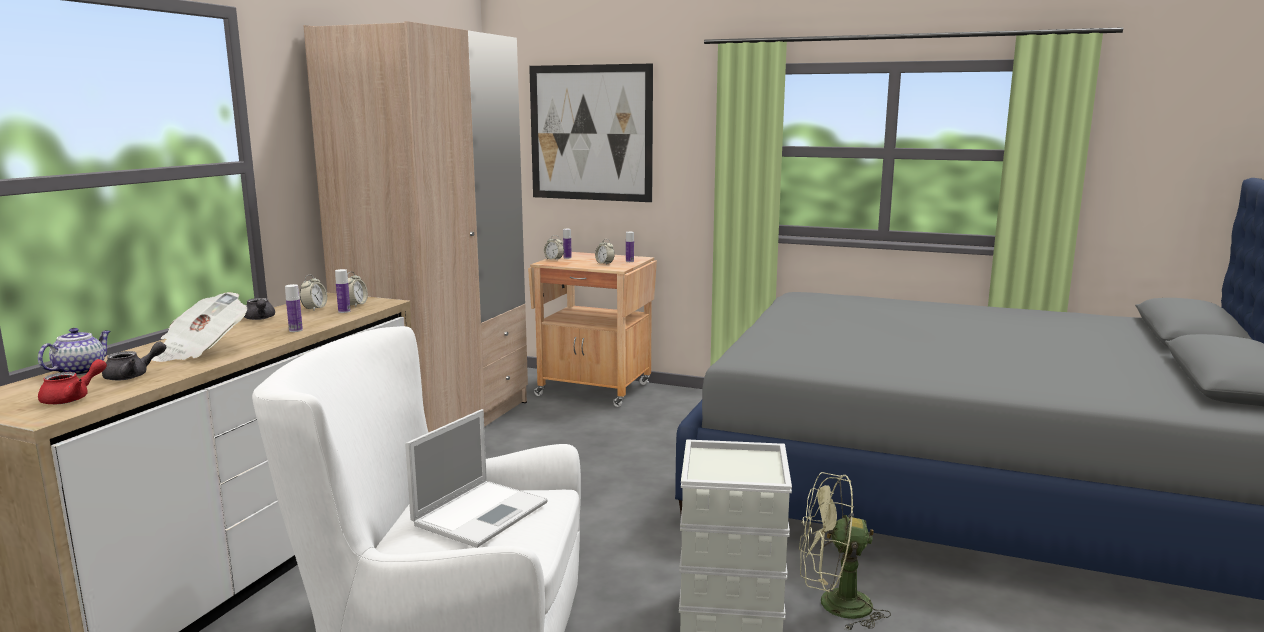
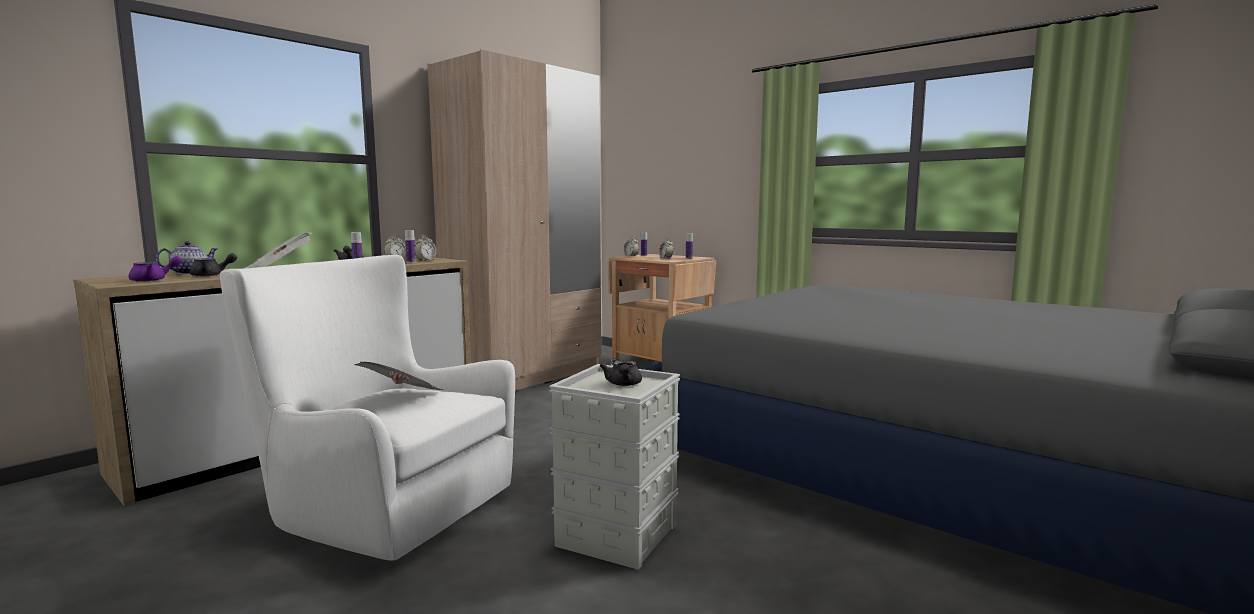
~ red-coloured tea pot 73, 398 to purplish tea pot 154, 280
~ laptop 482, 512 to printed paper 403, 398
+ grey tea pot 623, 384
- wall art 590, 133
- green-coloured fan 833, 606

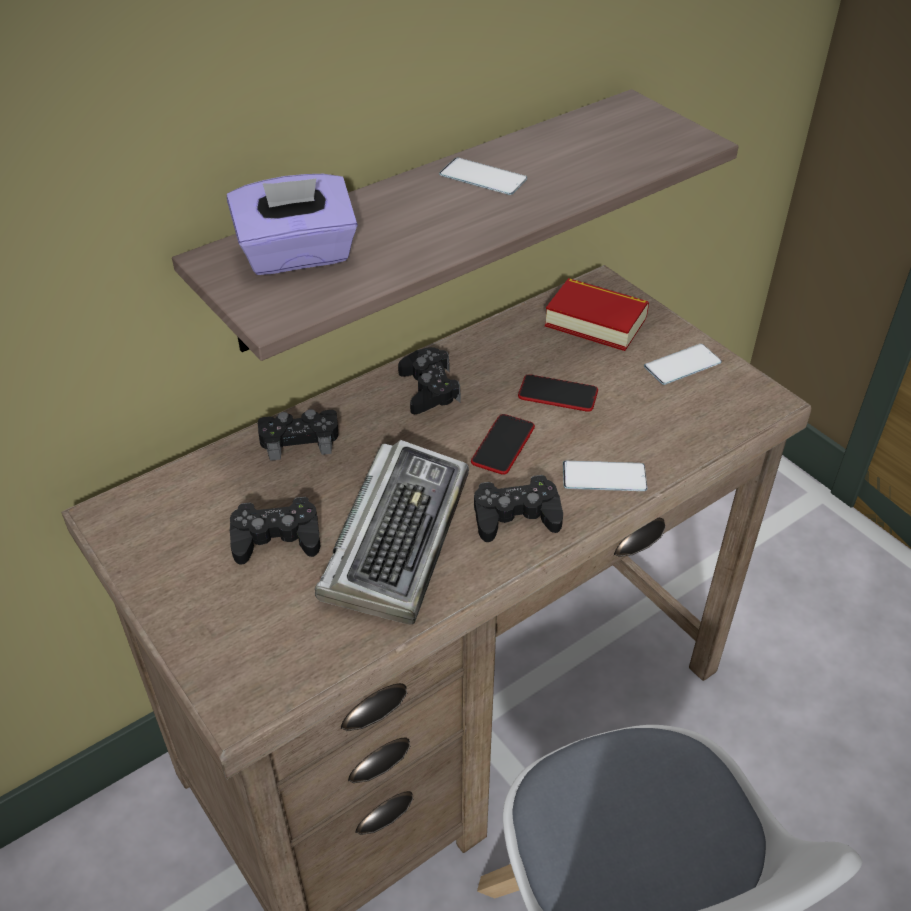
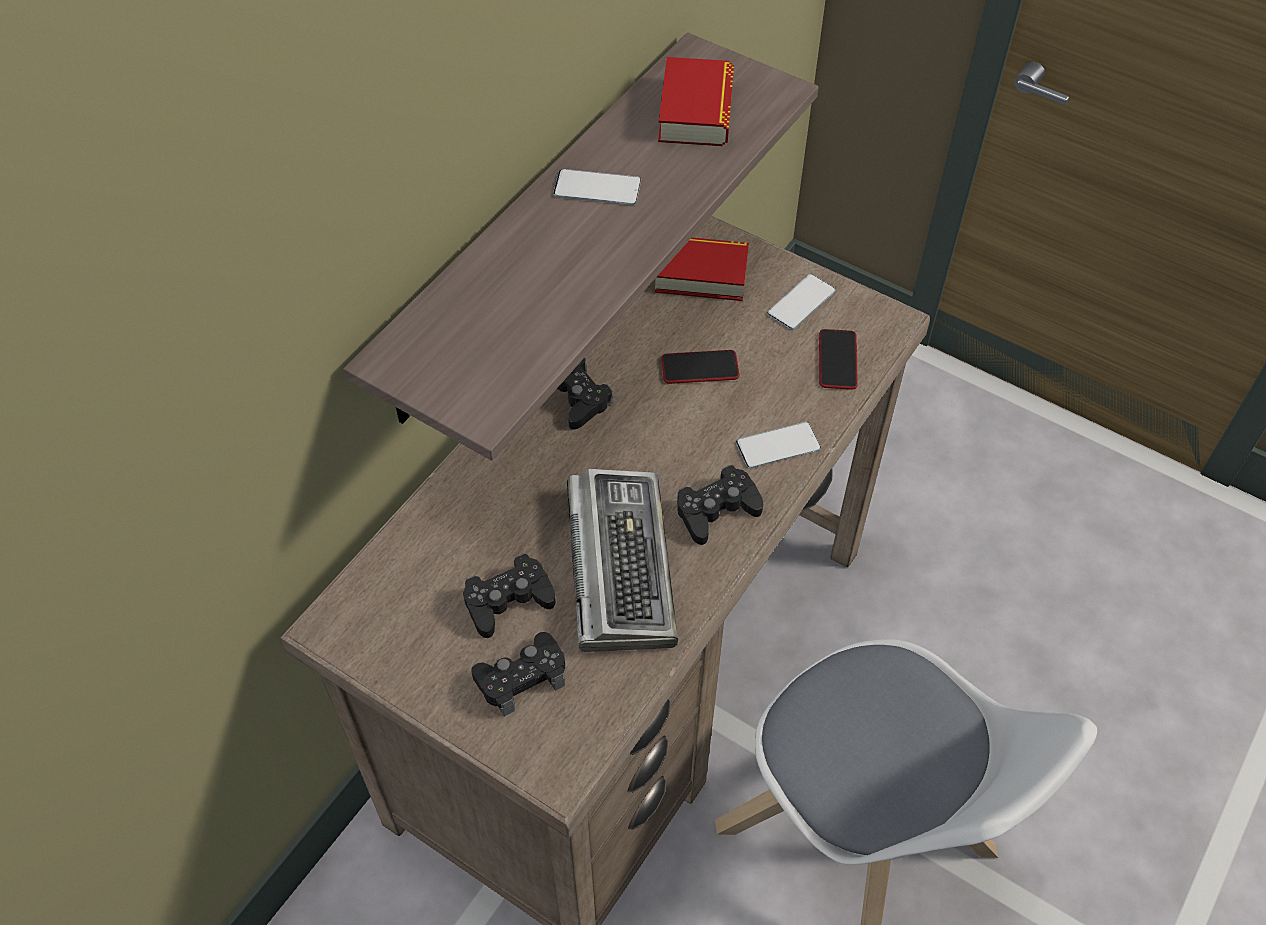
~ black joypad 300, 439 to 521, 677
+ volume 696, 111
~ phone 503, 445 to 837, 360
- purplish tissue box 297, 256

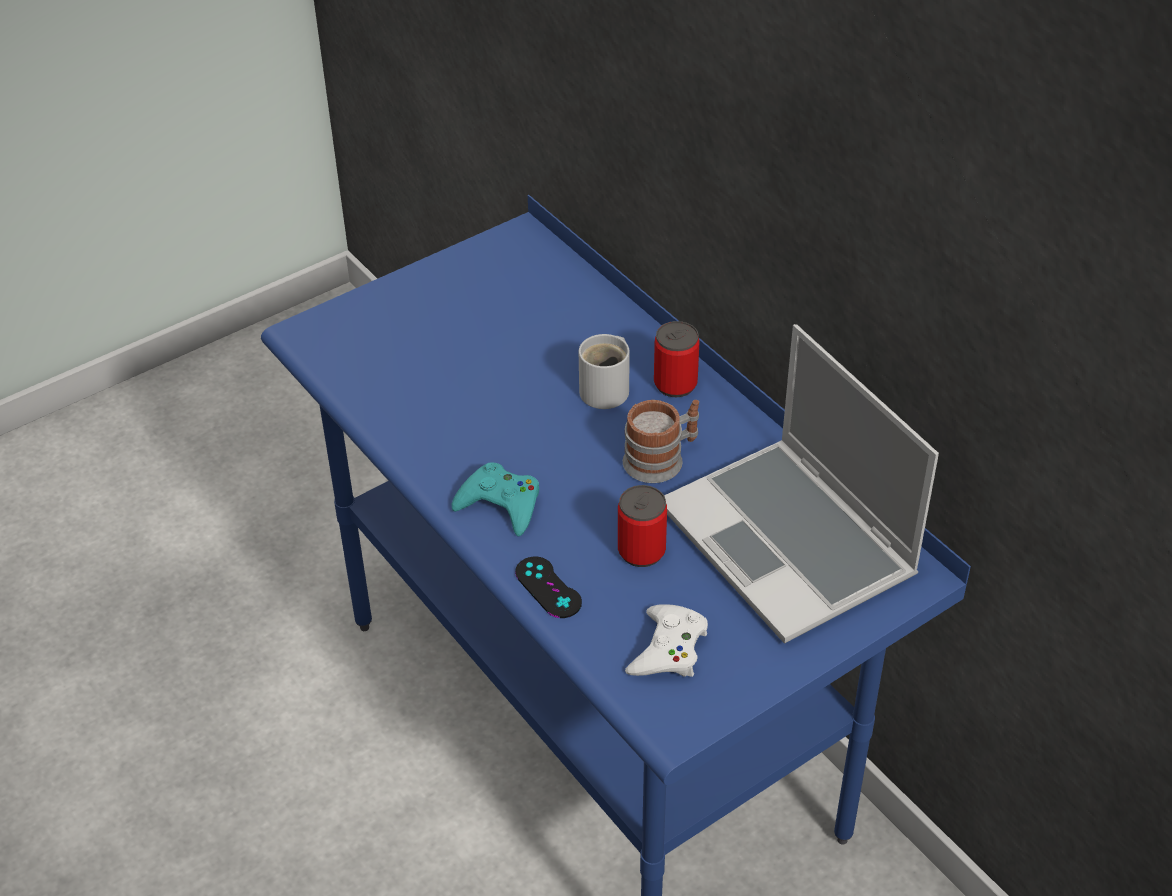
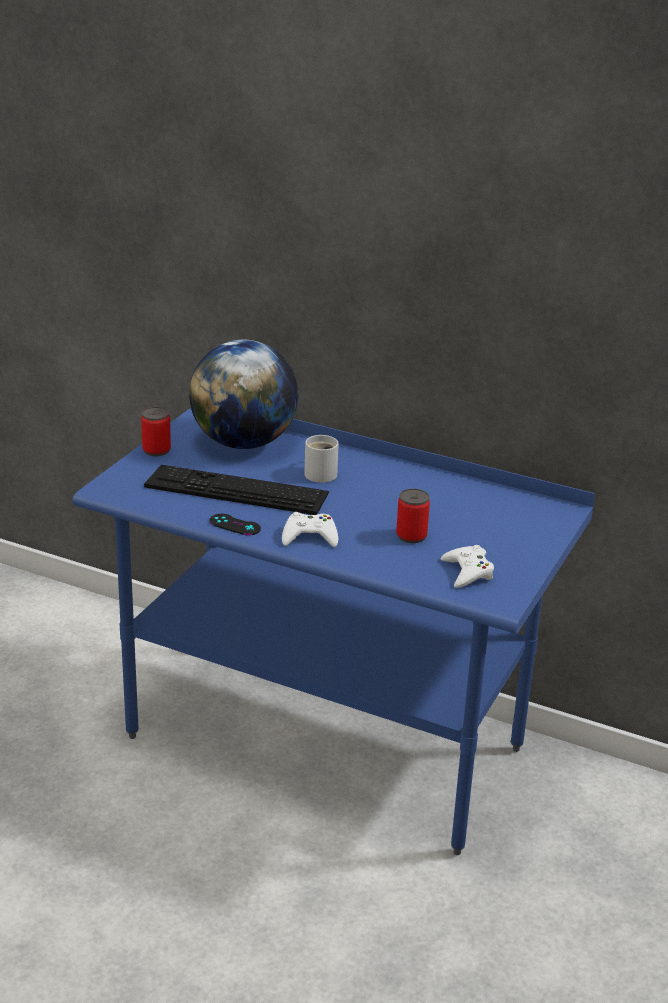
~ metal can 675, 384 to 156, 450
+ PC keyboard 236, 490
+ globe 244, 442
~ black joypad 548, 587 to 235, 525
~ blue-green joypad 501, 504 to white-coloured joypad 310, 536
- tea mug 661, 459
- laptop 790, 543

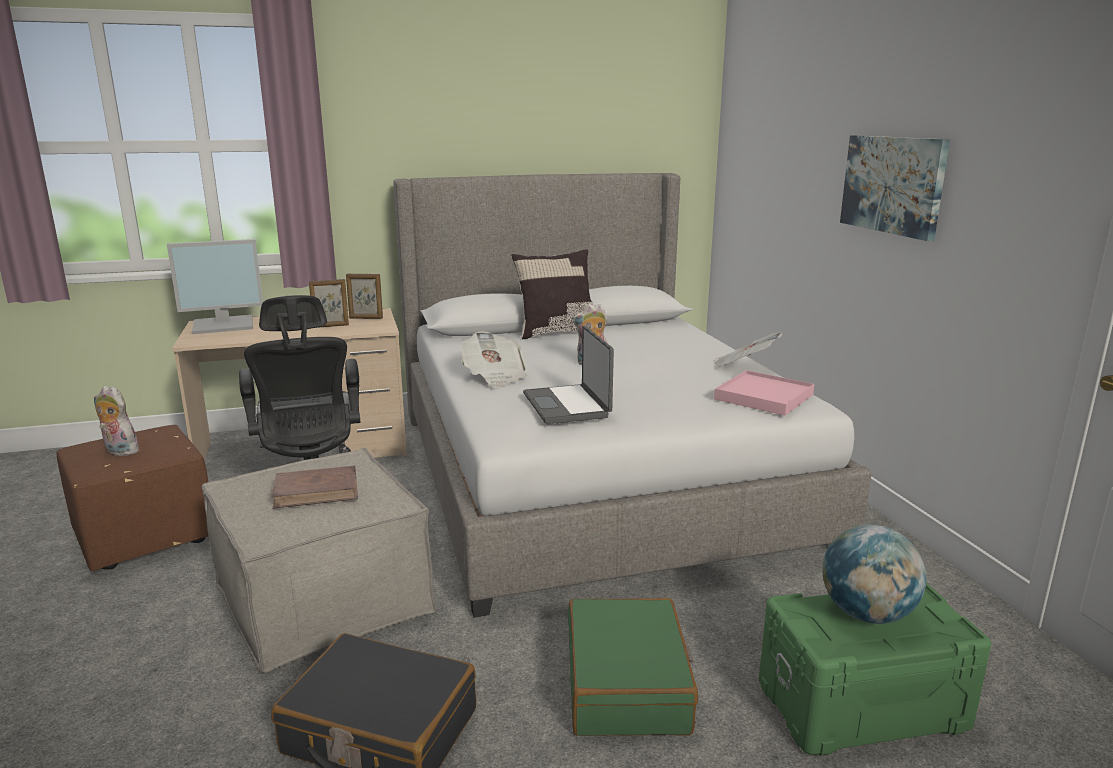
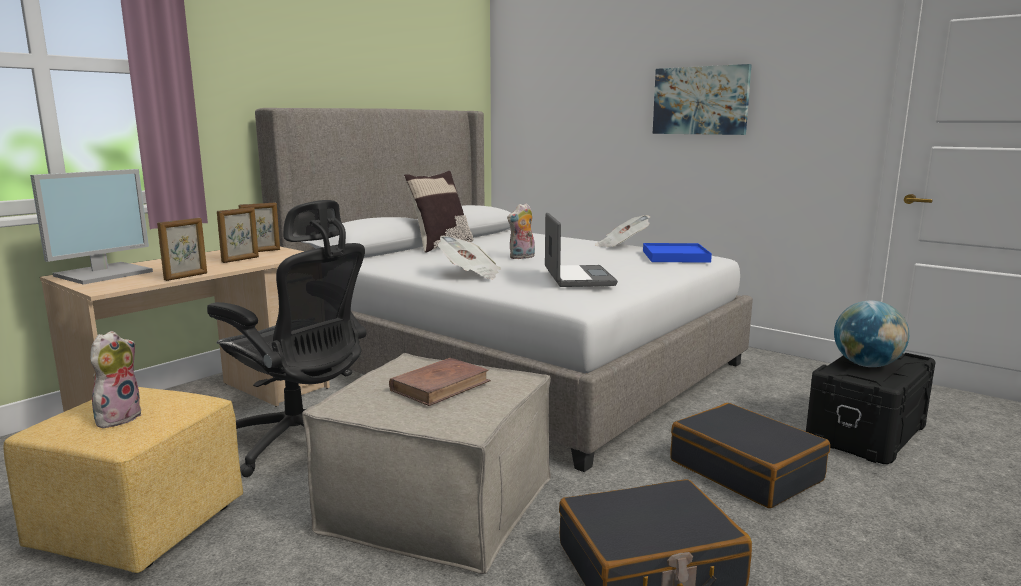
~ brown-coloured ottoman 145, 538 to yellowish ottoman 142, 529
~ plush toy 119, 451 = 118, 417 120 degrees clockwise
+ standing frame 186, 276
~ laptop 568, 405 = 577, 278 135 degrees counterclockwise
~ pink carrying tray 764, 397 to blue carrying tray 675, 256
~ green-coloured piece of luggage 627, 684 to black piece of luggage 746, 470
~ green-coloured storage container 862, 706 to black storage container 867, 433

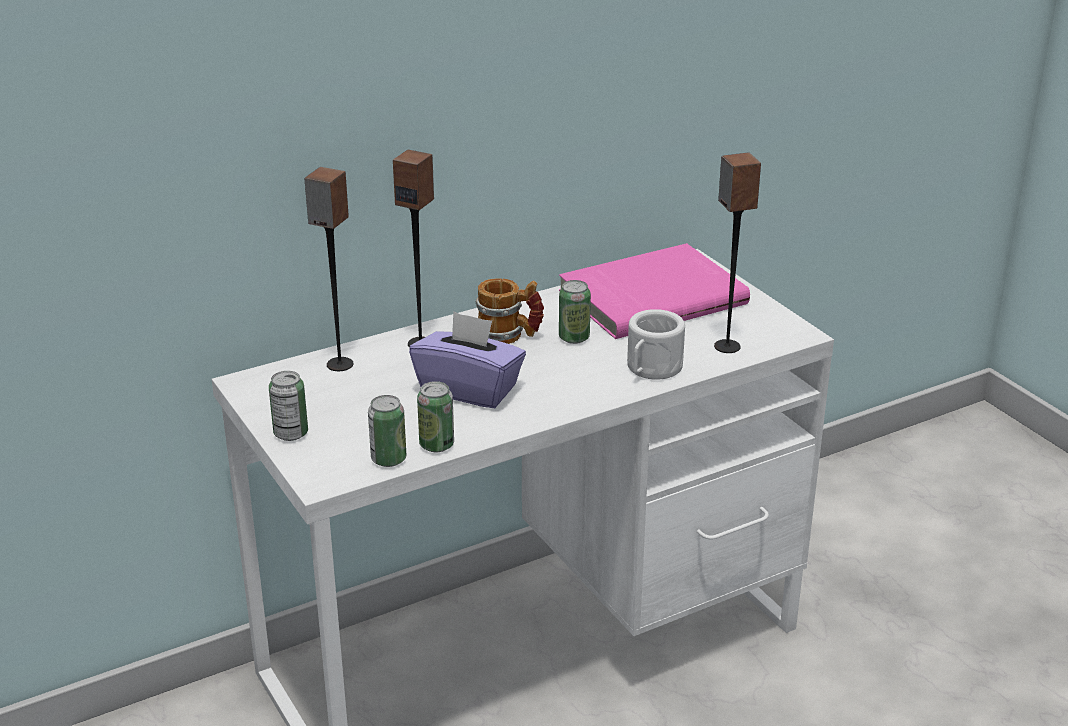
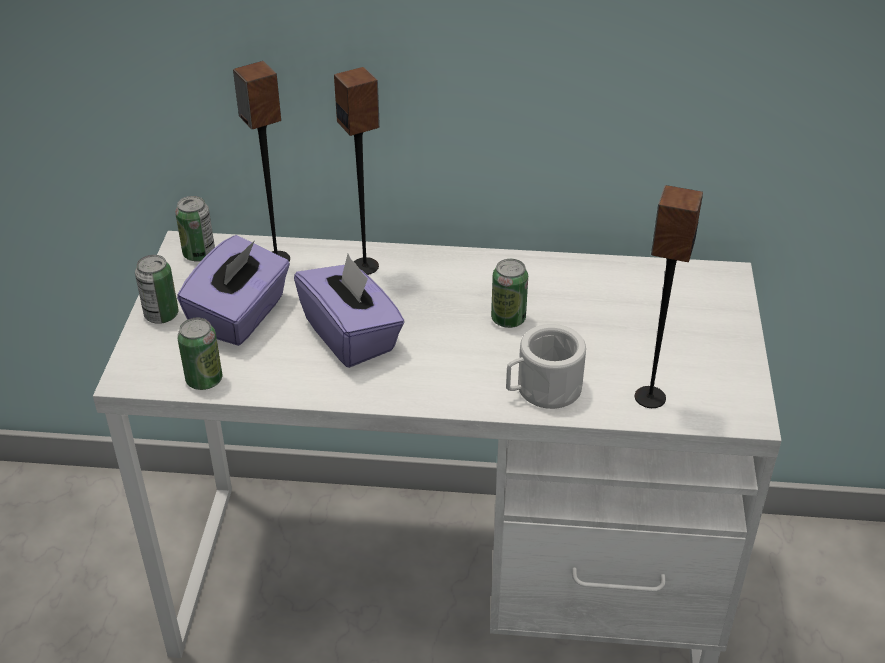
~ metal can 436, 445 to 199, 254
+ purplish tissue box 240, 316
- tea mug 509, 336
- pink volume 651, 296

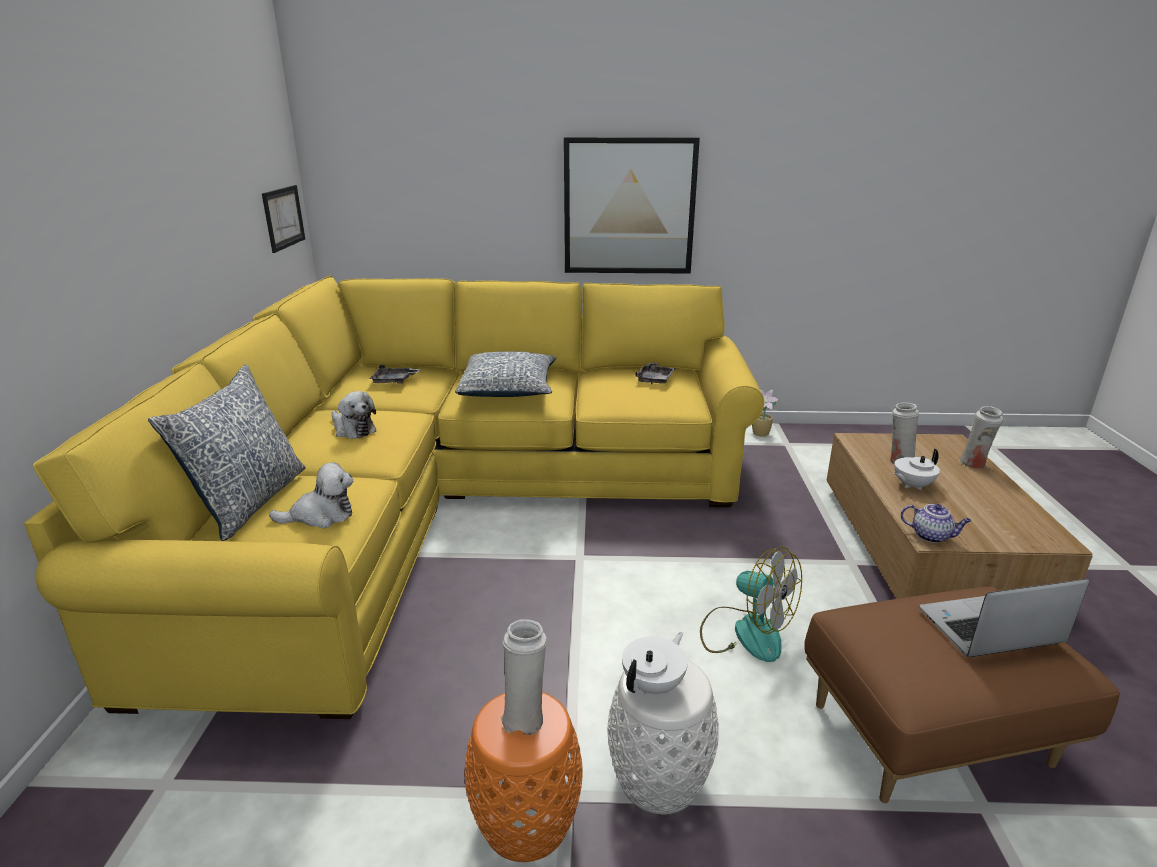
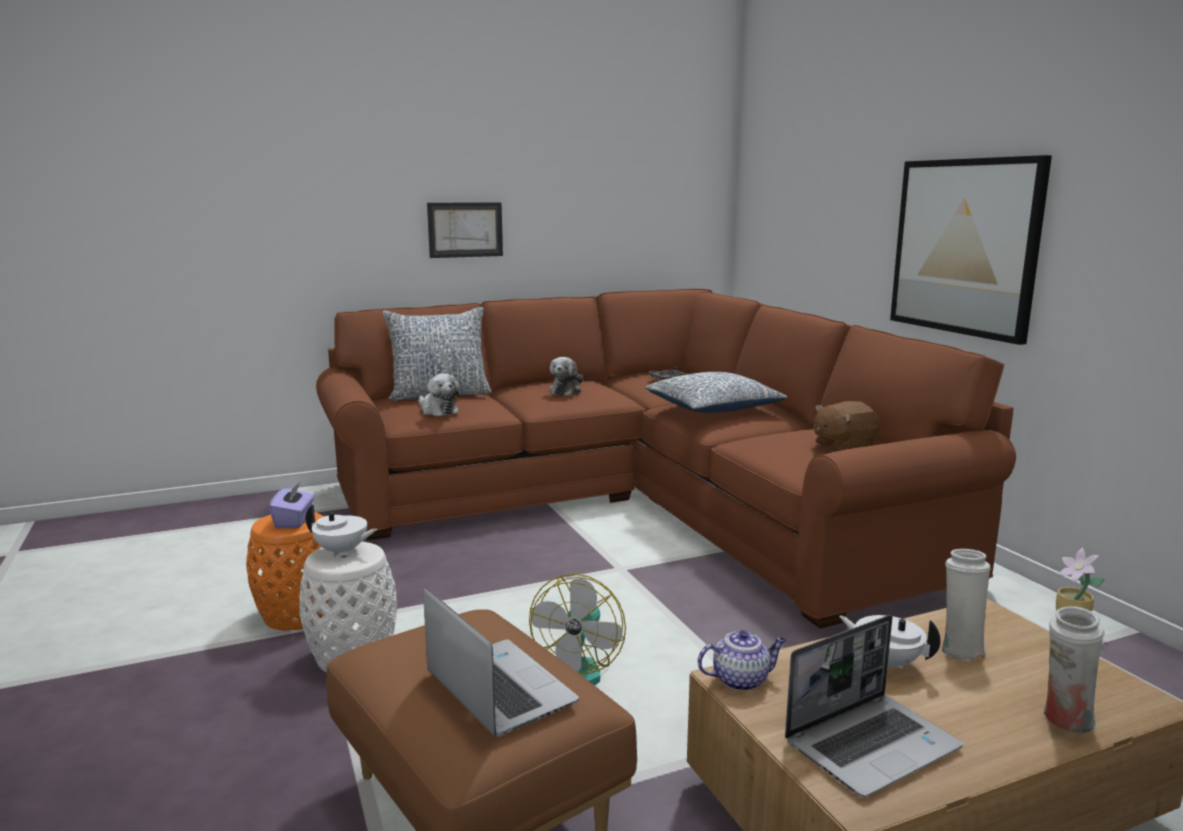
~ white-coloured flower vase 524, 717 to purplish tissue box 294, 521
~ yellowish settee 452, 507 to brown-coloured settee 640, 504
~ wall art 283, 217 to 465, 229
~ tea pot 931, 536 = 741, 680 105 degrees counterclockwise
+ laptop 872, 744
~ grey carrying tray 655, 379 to brown-coloured plush toy 843, 447

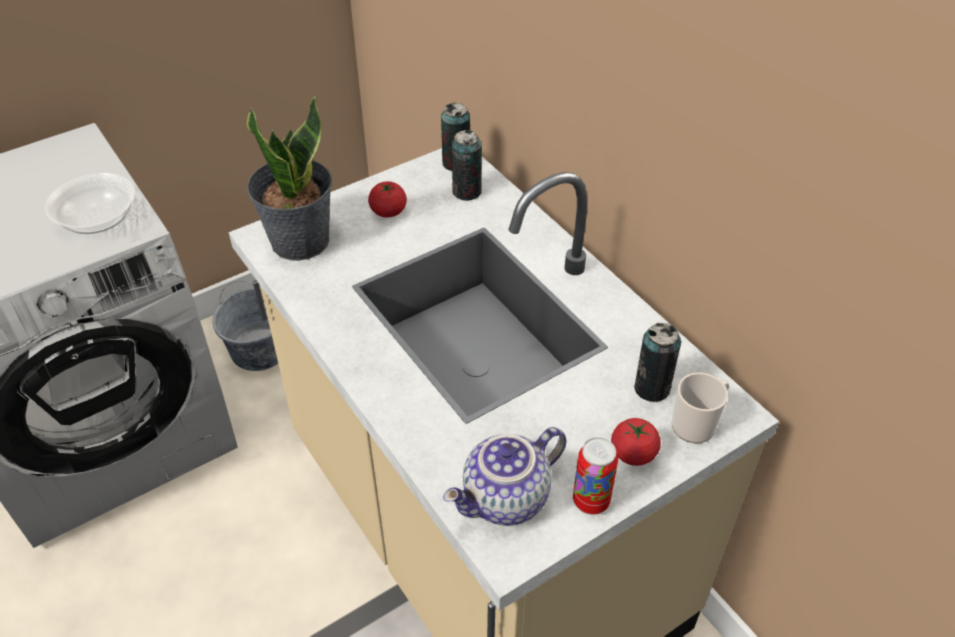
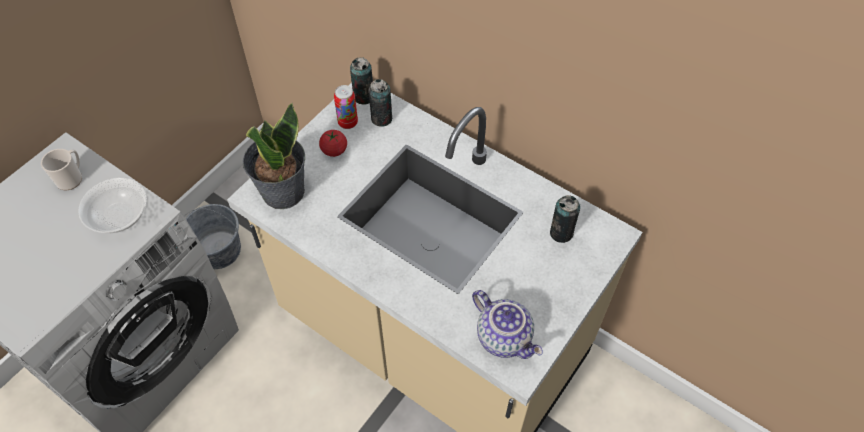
~ tea mug 697, 424 to 71, 178
~ metal can 591, 501 to 348, 123
~ tea pot 506, 500 = 505, 337 75 degrees counterclockwise
- tomato 633, 453

